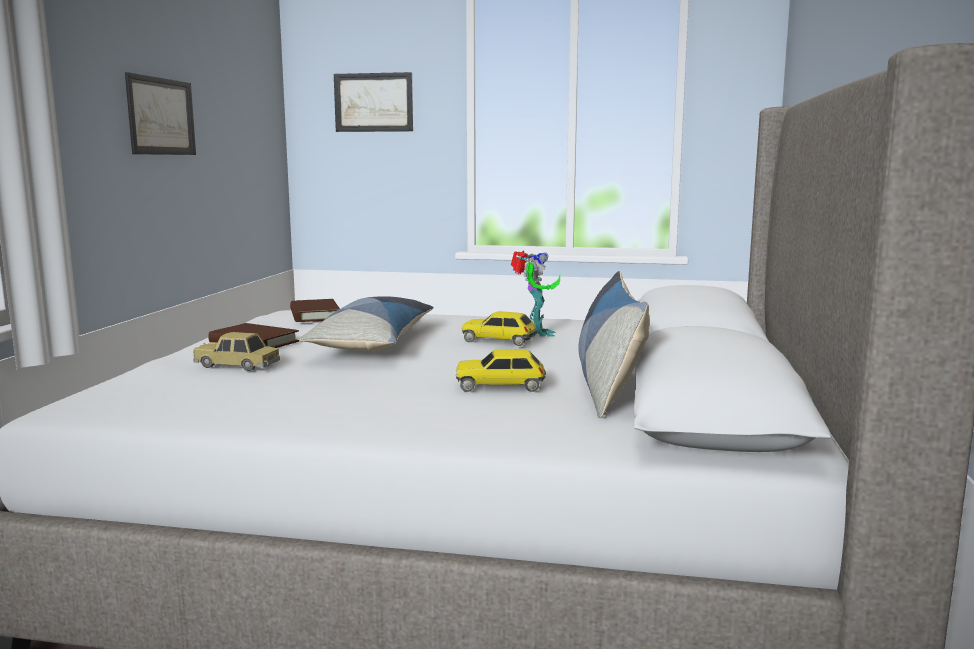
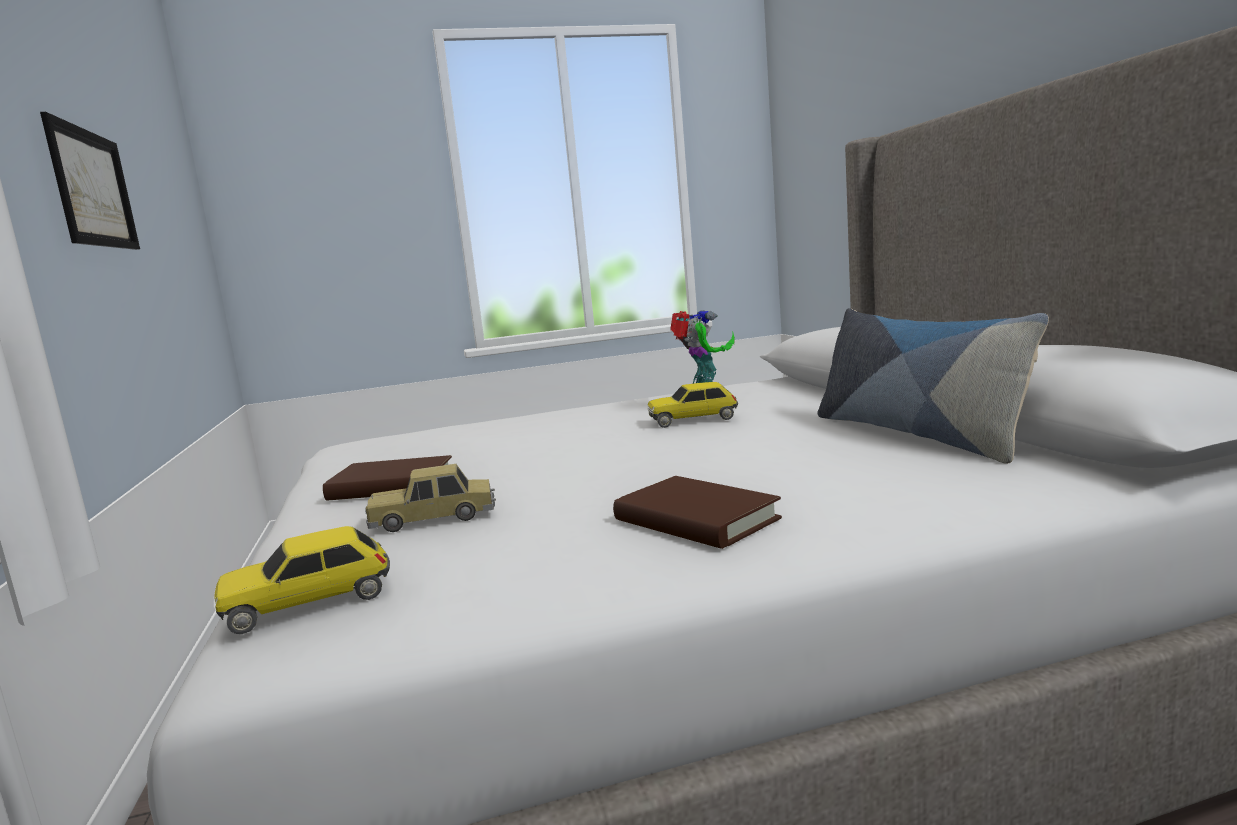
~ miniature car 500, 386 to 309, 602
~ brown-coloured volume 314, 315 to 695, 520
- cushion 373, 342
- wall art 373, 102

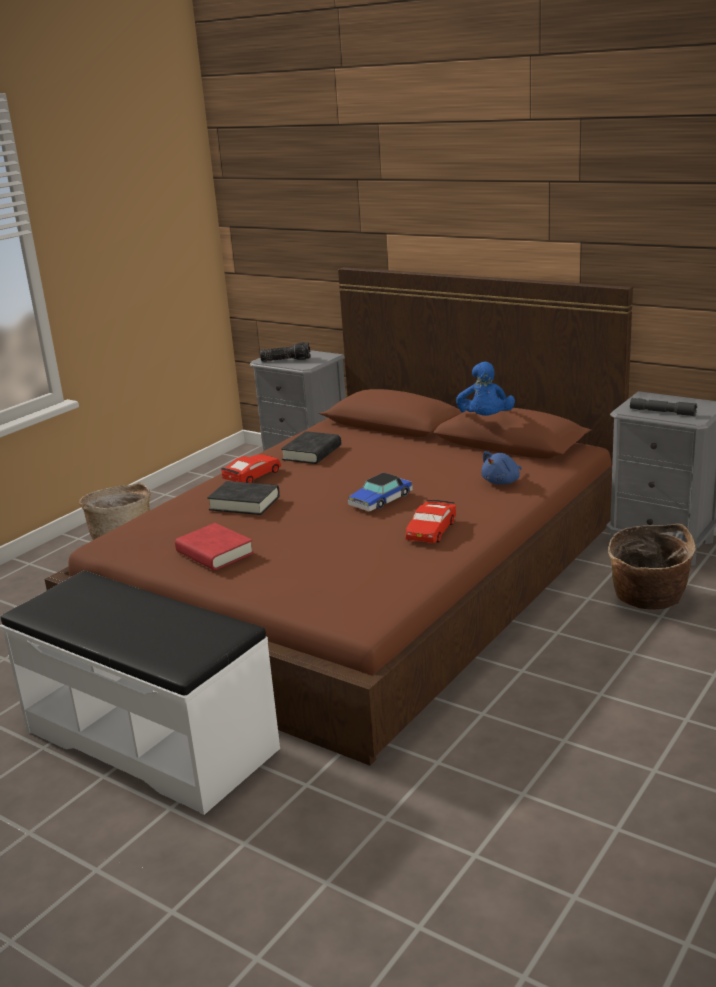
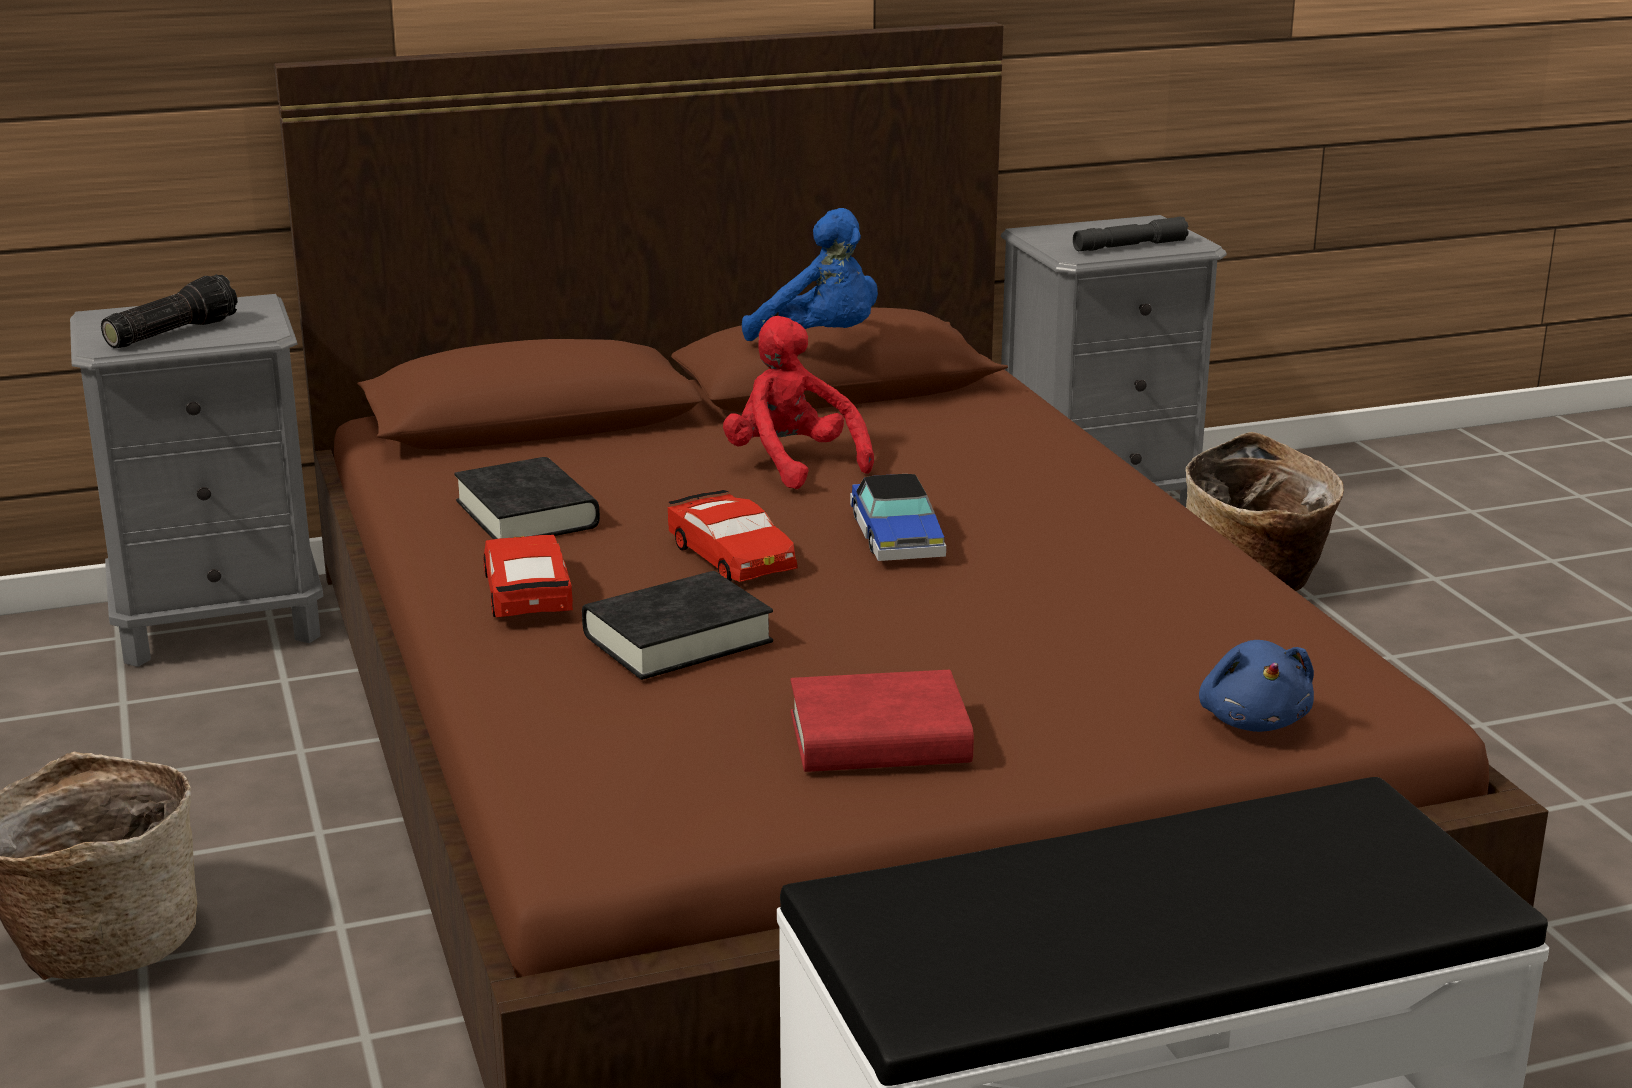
~ red-coloured miniature car 431, 530 to 732, 556
+ red-coloured plush toy 792, 465
~ blue plush toy 502, 482 to 1253, 720

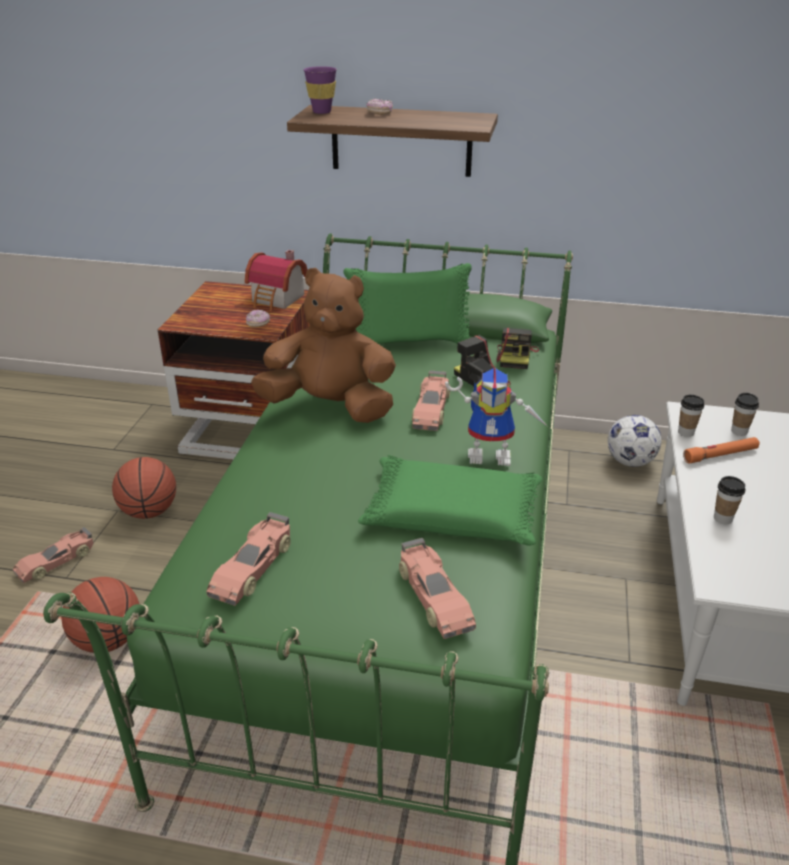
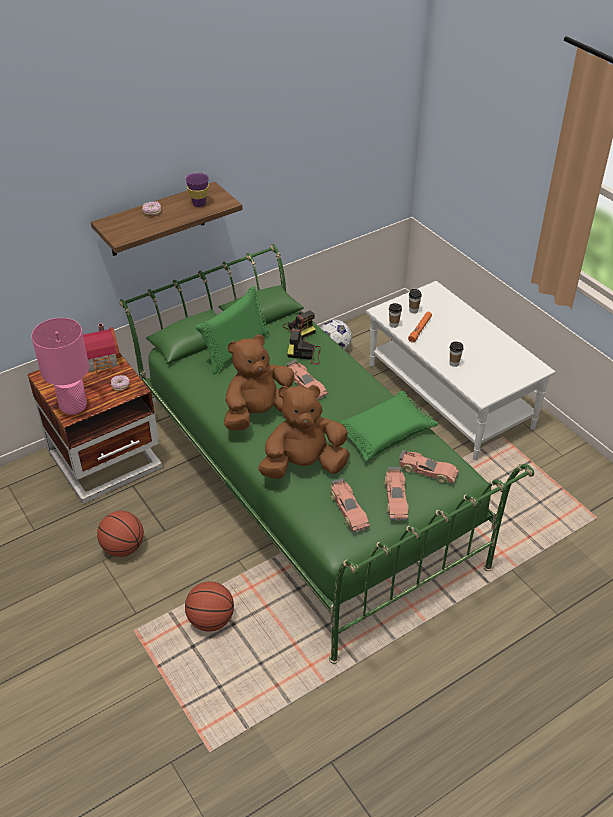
+ pink tabletop lamp 73, 408
~ purplish drinking cup 322, 112 to 199, 204
+ brown-coloured plush toy 303, 465
~ miniature car 56, 561 to 396, 498
- model robot 493, 455

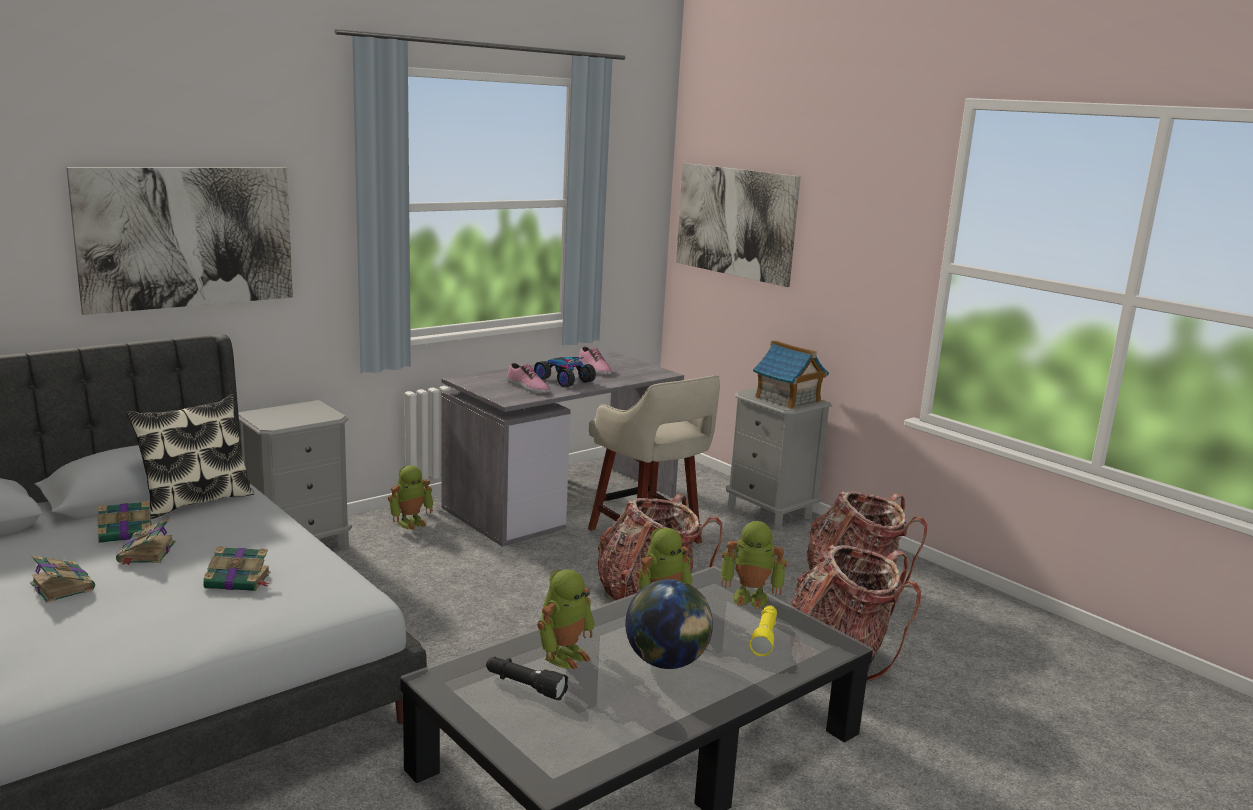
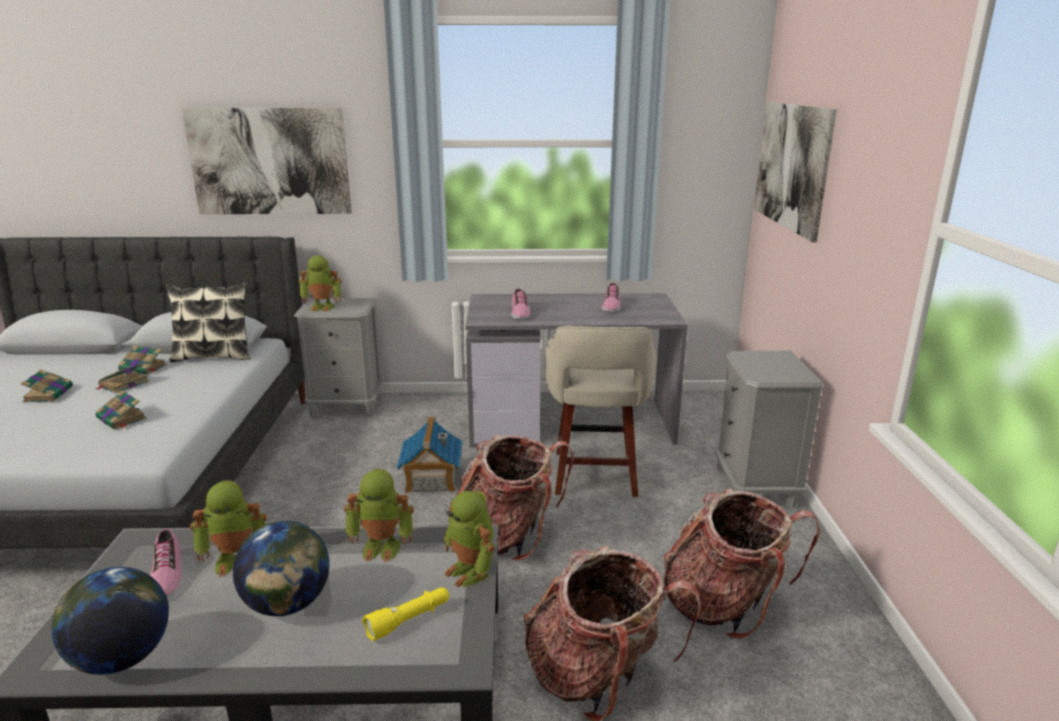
+ globe 123, 659
~ black flashlight 524, 686 to item of footwear 165, 575
~ model robot 411, 522 to 323, 307
~ miniature house 788, 399 to 431, 480
- miniature car 565, 380

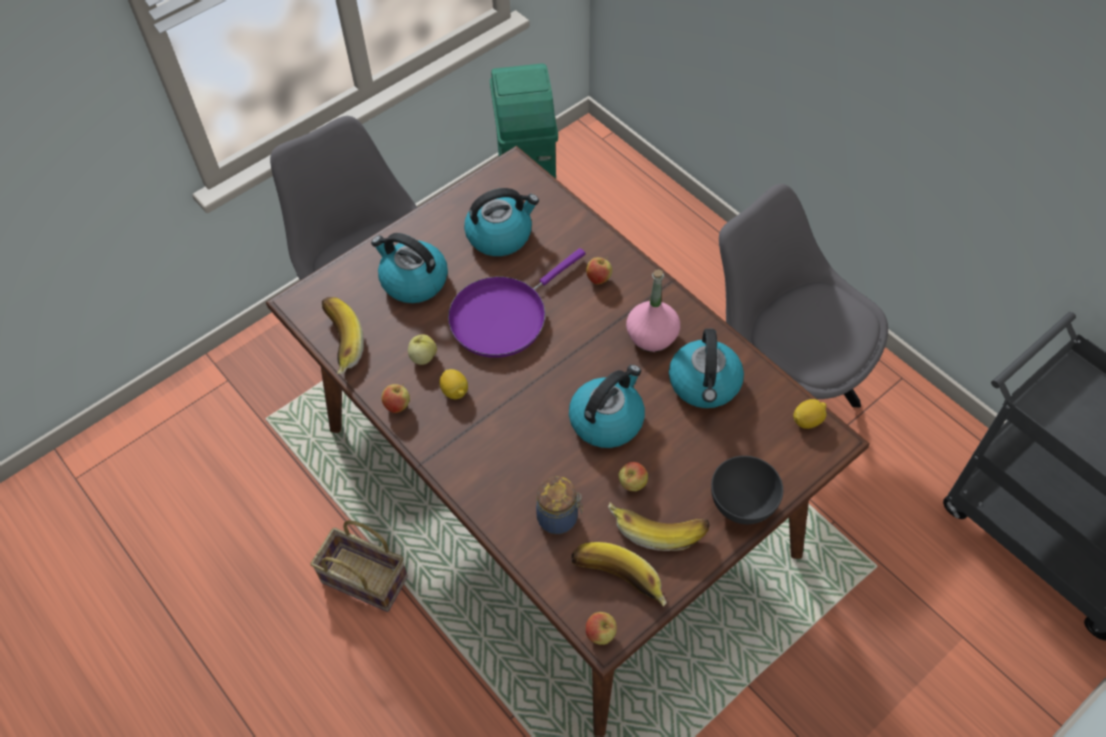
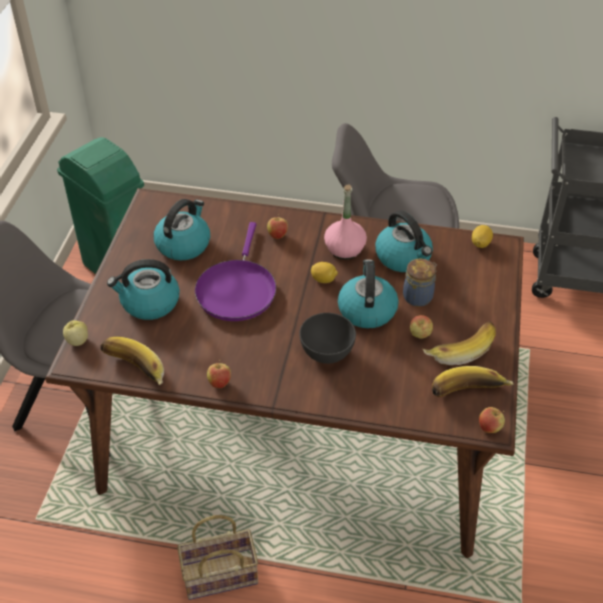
~ apple fruit 423, 357 to 77, 341
~ grey deep dish 742, 503 to 326, 352
~ lemon 454, 391 to 324, 279
~ preserve jar 559, 518 to 419, 296

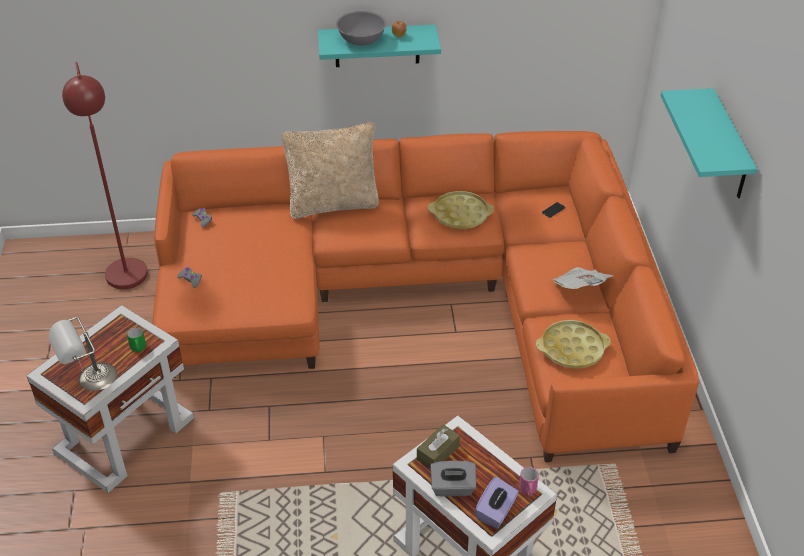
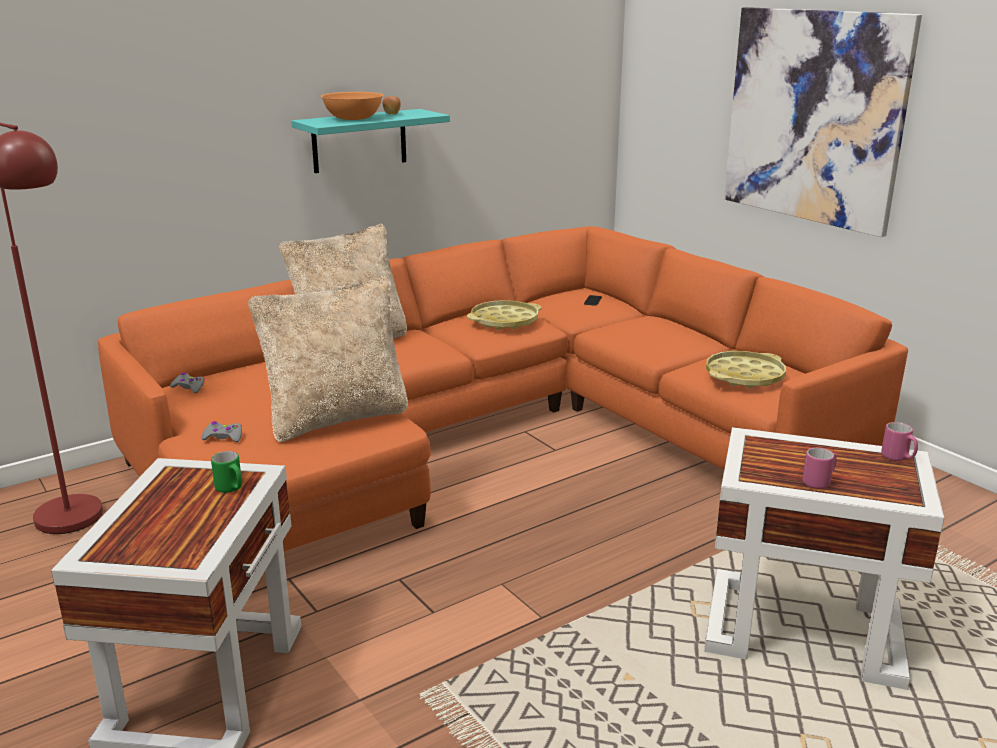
+ beige cushion 339, 420
~ grey deep dish 361, 40 to orange deep dish 353, 119
~ blue-green shelf 729, 147 to wall art 814, 117
~ grey tissue box 452, 488 to pink tea mug 819, 482
- white-coloured tabletop lamp 90, 380
- brown-coloured tissue box 438, 453
- purplish tissue box 496, 512
- printed paper 580, 288

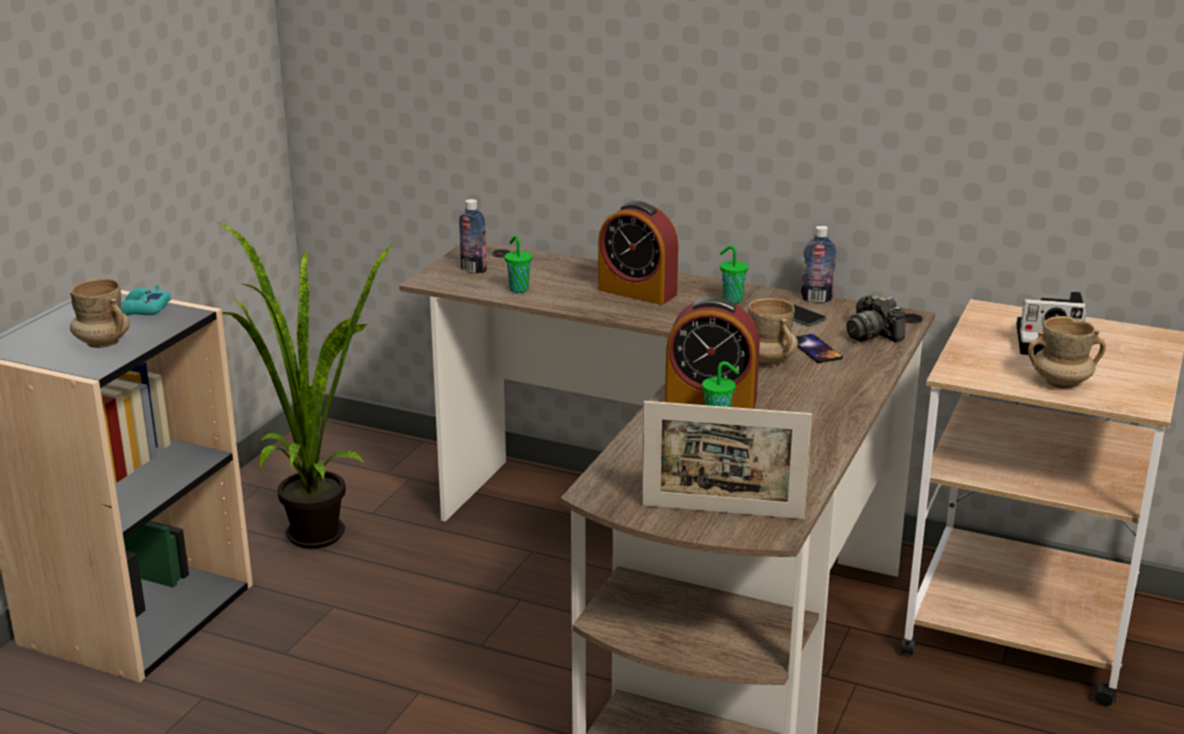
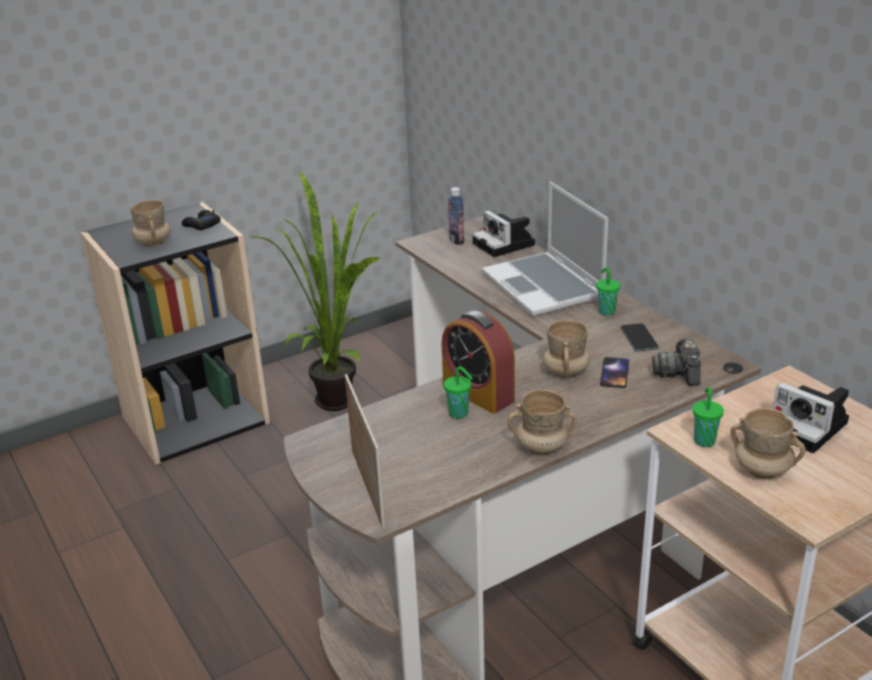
~ blue-green joypad 142, 310 to black joypad 201, 225
~ standing frame 722, 512 = 367, 487 150 degrees counterclockwise
+ still camera 505, 245
~ table clock 637, 292 to laptop 544, 287
+ beige tea mug 541, 447
~ green-coloured drinking cup 518, 289 to 704, 440
- drink bottle 817, 299

